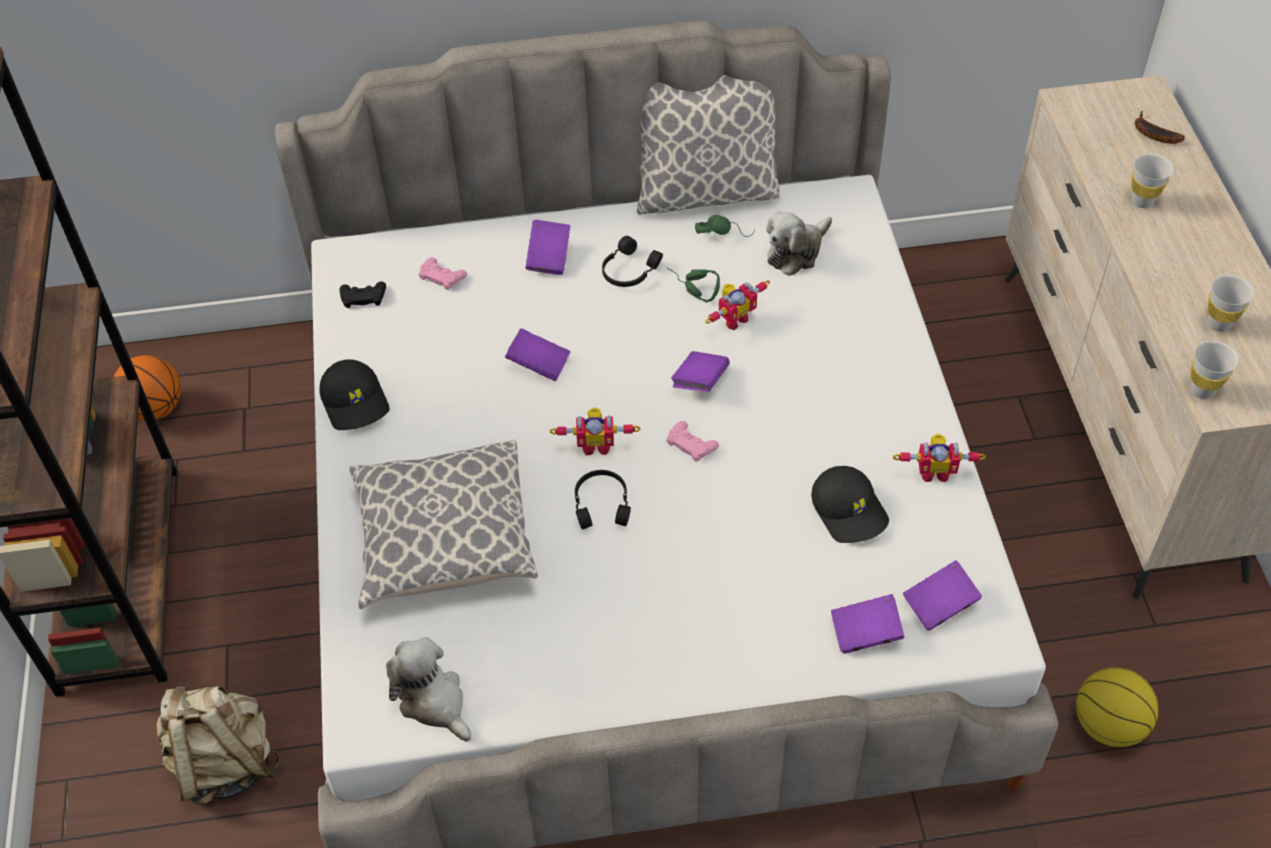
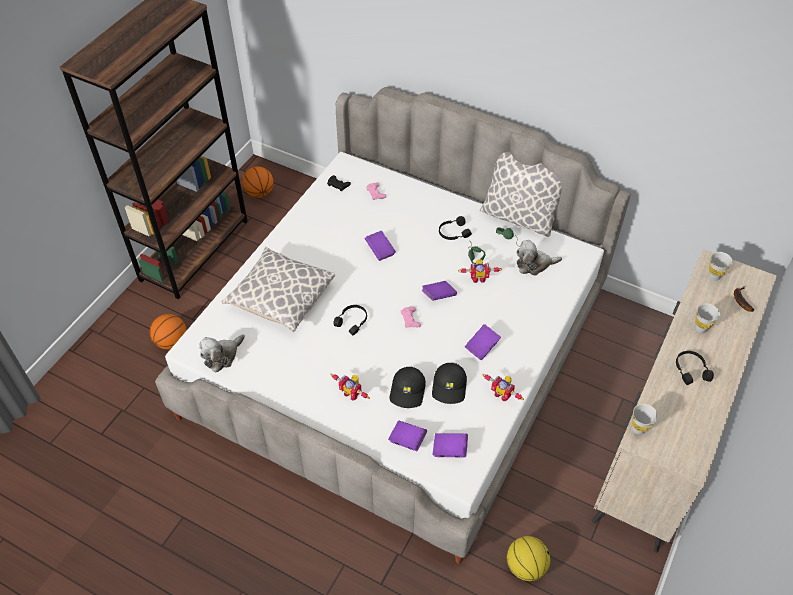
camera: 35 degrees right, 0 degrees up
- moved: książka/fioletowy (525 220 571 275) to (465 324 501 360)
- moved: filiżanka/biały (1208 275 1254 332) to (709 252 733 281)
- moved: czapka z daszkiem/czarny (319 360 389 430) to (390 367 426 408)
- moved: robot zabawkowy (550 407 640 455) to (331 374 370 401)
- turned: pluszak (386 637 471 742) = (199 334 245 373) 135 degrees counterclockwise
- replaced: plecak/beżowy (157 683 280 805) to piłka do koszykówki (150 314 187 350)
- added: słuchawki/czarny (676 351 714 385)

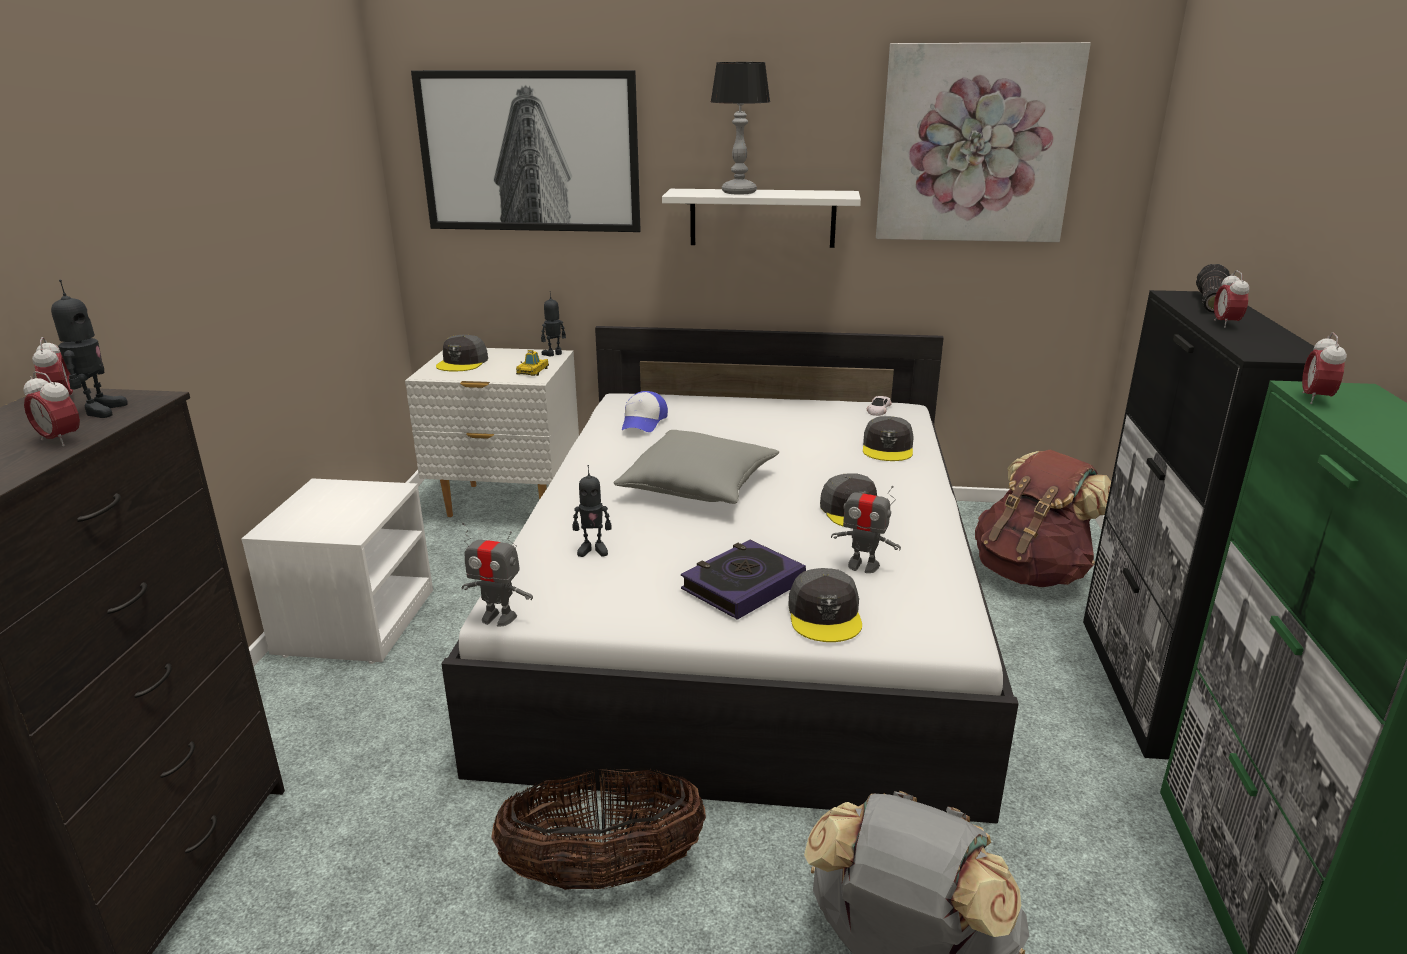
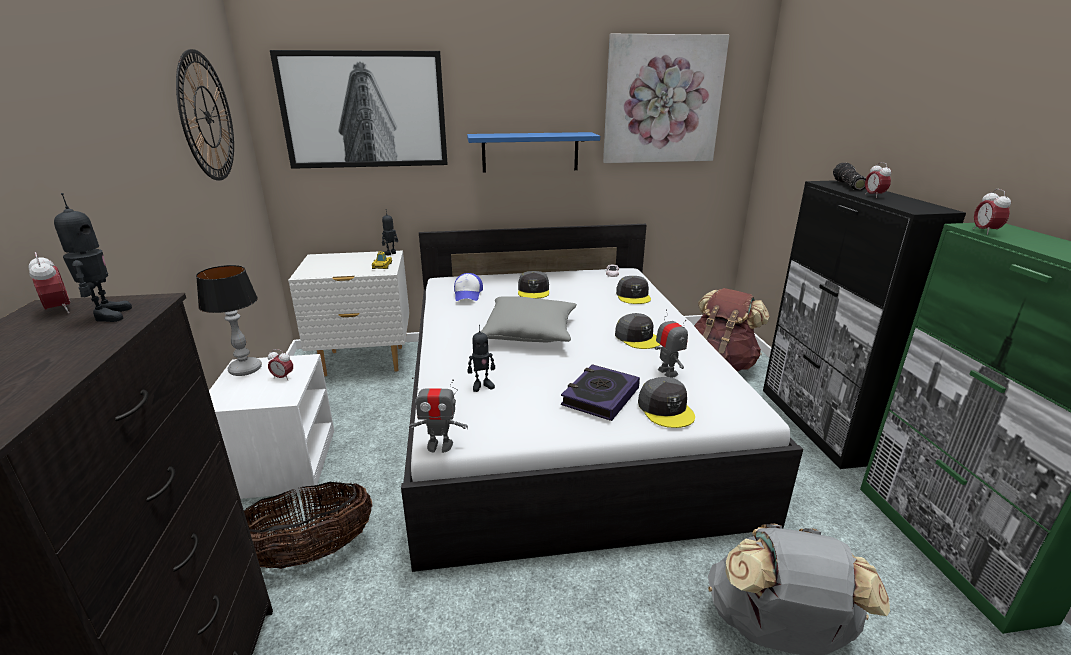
camera: 15 degrees left, 0 degrees up
- moved: lampa stołowa (711 62 770 195) to (196 265 262 376)
- recoloured: półka/biały (662 189 861 248) to półka/niebieski (467 132 600 173)
- moved: czapka z daszkiem/szary (436 335 488 371) to (518 271 549 298)
- moved: budzik (23 371 80 446) to (268 349 293 380)
- turned: robot zabawkowy (831 476 901 573) = (654 309 688 378) 120 degrees counterclockwise
- moved: koszyk (491 768 706 890) to (244 481 373 569)
- added: zegar ścienny (176 49 234 181)

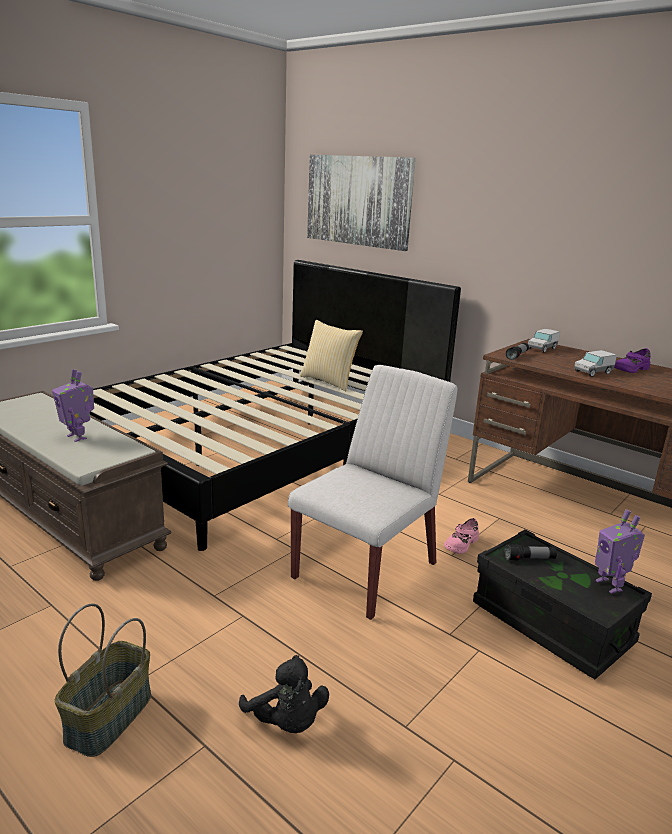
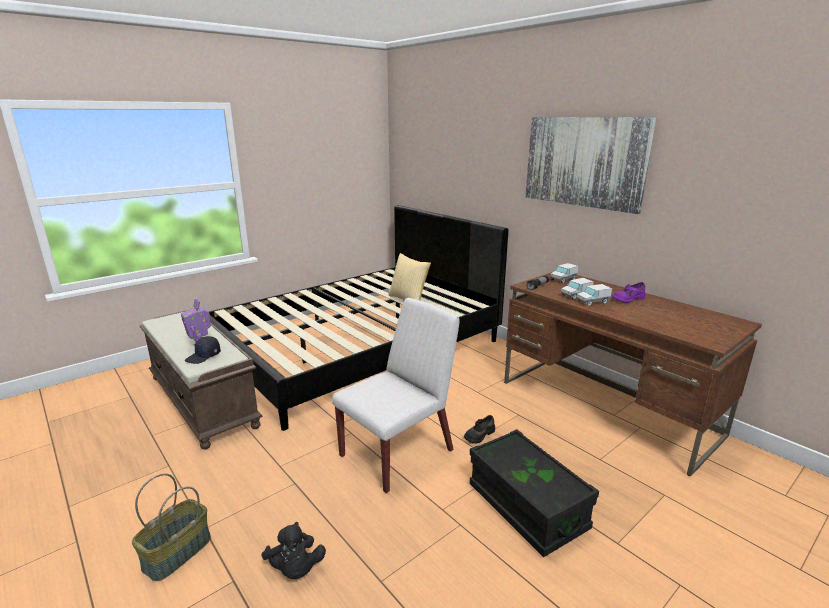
camera: 10 degrees right, 0 degrees up
- moved: obraz (307 155 415 251) to (525 117 656 214)
- removed: robot zabawkowy (595 509 645 594)
- recoloured: but/różowy (444 518 479 554) to but/czarny (464 415 495 443)
- removed: latarka (505 544 557 561)
- added: ciężarówka zabawkowa (561 278 594 300)
- added: czapka z daszkiem/czarny (185 336 221 364)

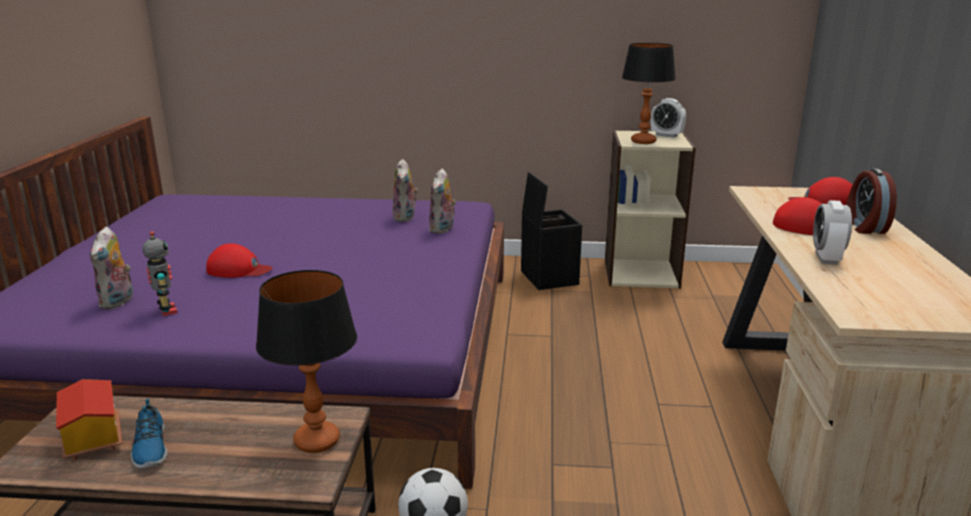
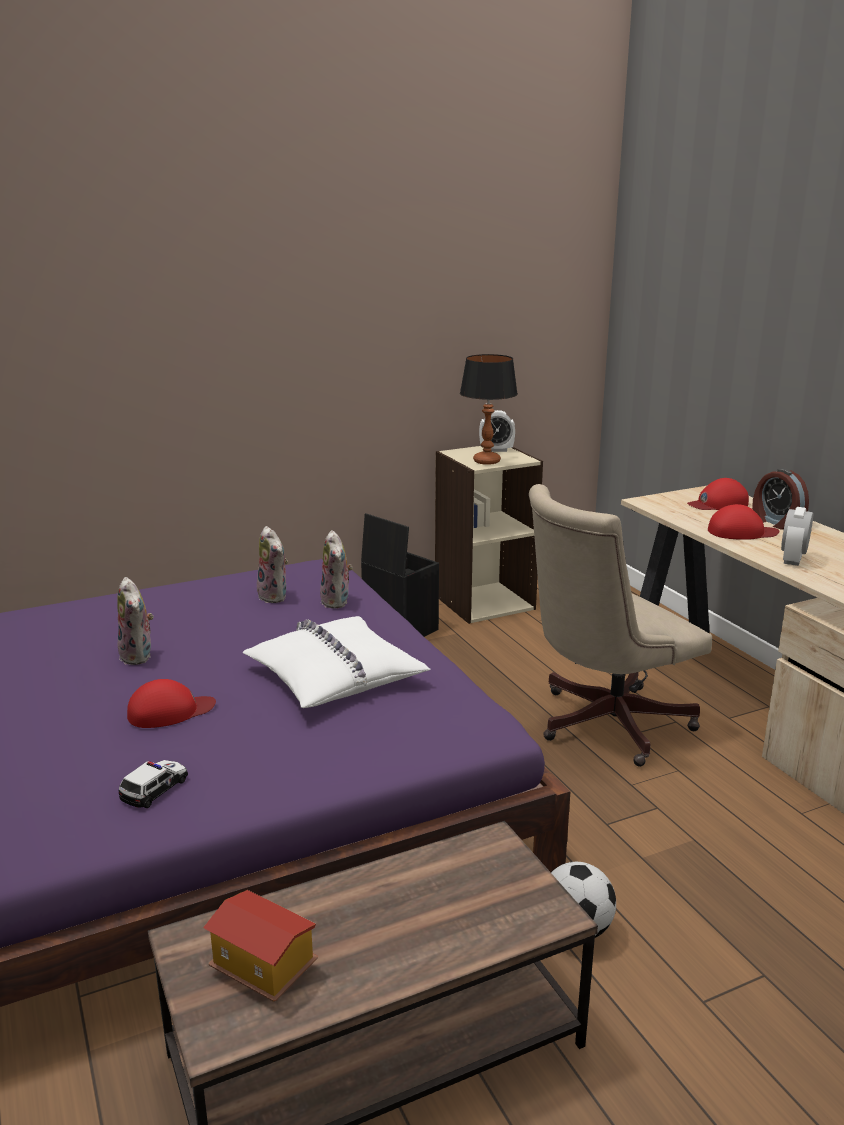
camera: 30 degrees left, 0 degrees up
- turned: budzik (813 200 852 265) = (781 507 813 566) 45 degrees clockwise
- moved: pluszak (90 227 133 309) to (117 577 154 665)
- replaced: robot zabawkowy (142 231 177 316) to samochodzik (119 760 188 808)
- removed: lampa stołowa (256 270 357 453)
- removed: but (131 398 168 469)
- added: krzesło biurowe/beżowy (529 484 712 767)
- added: poduszka/biały (243 616 431 708)

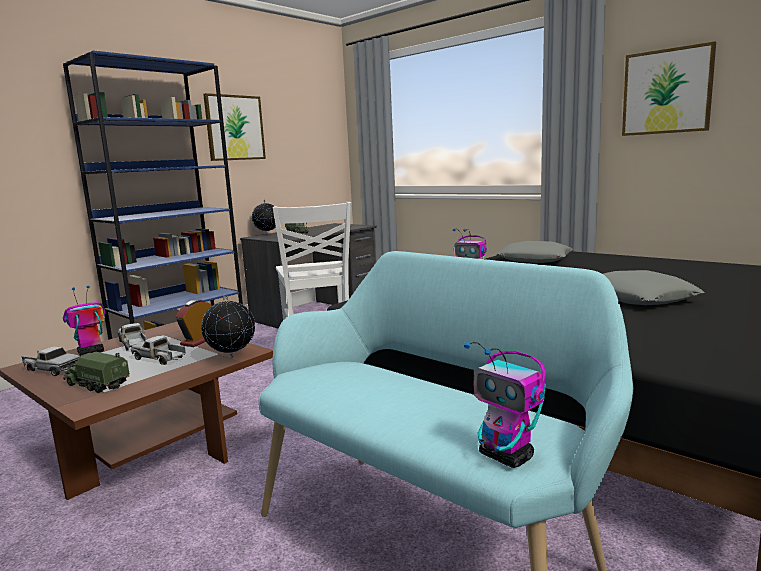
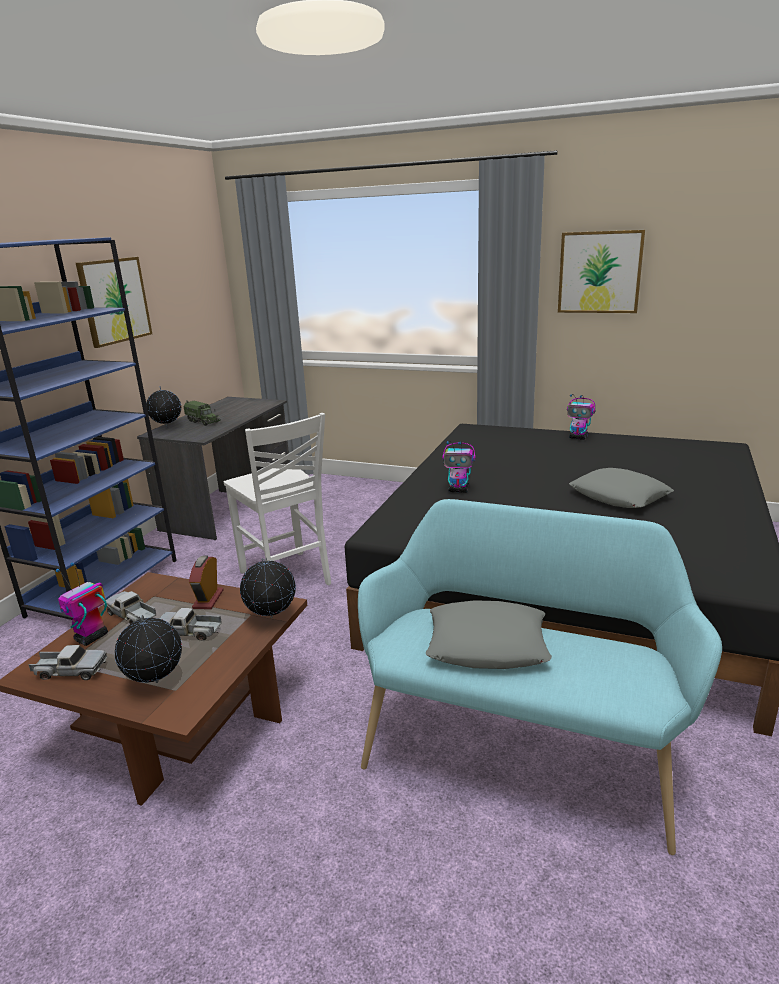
camera: 20 degrees left, 10 degrees up
- moved: poduszka/szary (497 241 573 263) to (426 600 552 669)
- moved: robot zabawkowy (464 342 546 468) to (567 394 595 440)
- replaced: ciężarówka zabawkowa (63 352 129 393) to globus (115 615 182 683)

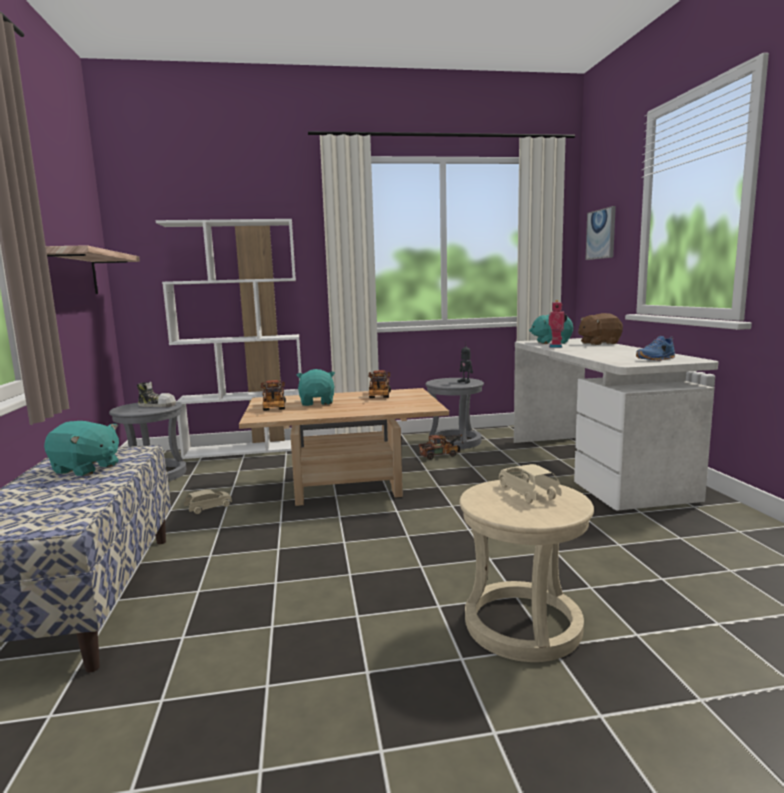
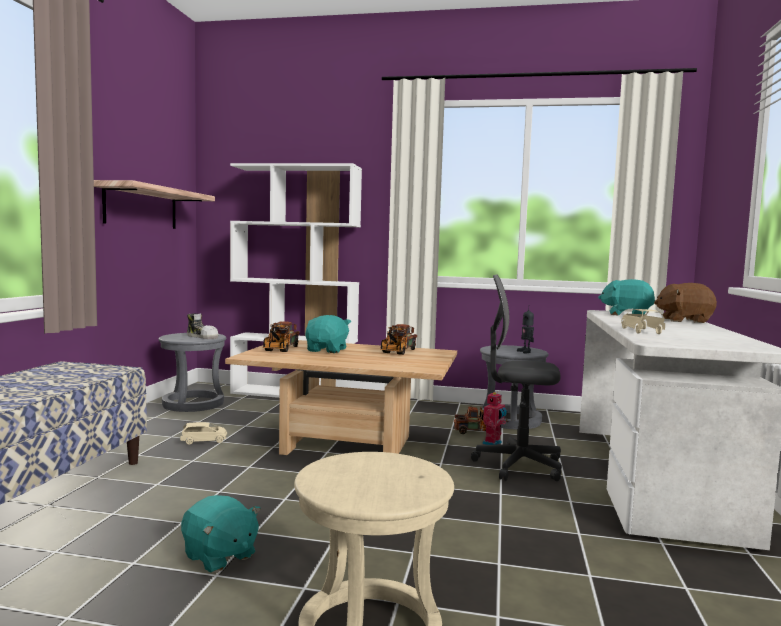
camera: 20 degrees right, 5 degrees down
- removed: obraz (585 206 616 260)
- moved: robot zabawkowy (549 300 567 348) to (482 392 507 445)
- removed: but/niebieski (636 336 675 361)
- moved: pluszak/turkusowy (44 421 119 476) to (181 495 261 573)
- moved: samochodzik/beżowy (499 464 561 503) to (621 309 665 334)
- added: krzesło biurowe/szary (471 274 562 481)

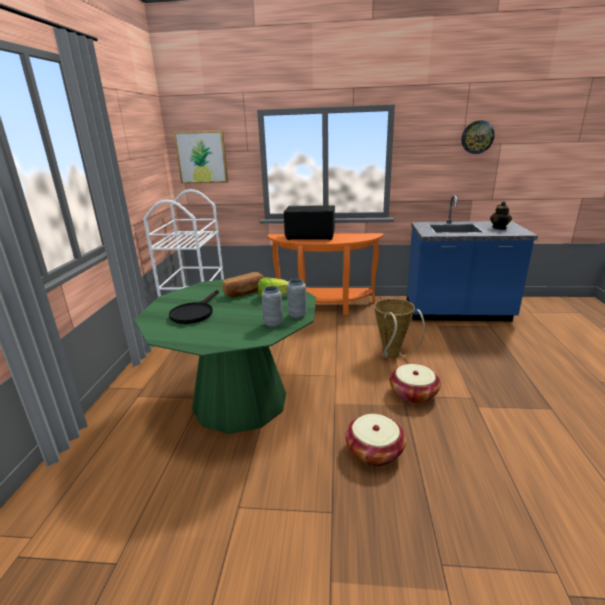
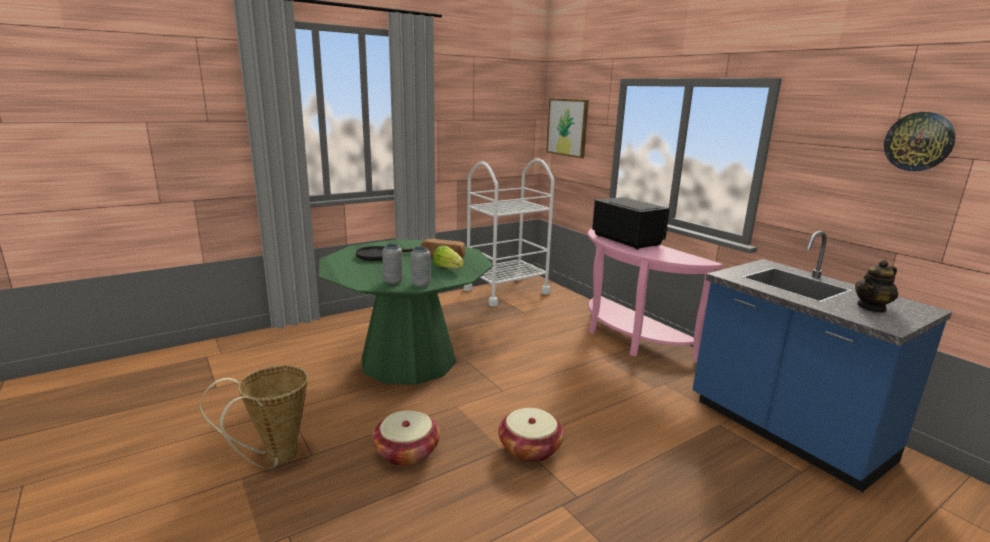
camera: 50 degrees right, 5 degrees down
- recoloured: stolik konsolowy/pomarańczowy (267 233 383 315) to stolik konsolowy/różowy (588 228 723 363)
- moved: koszyk (374 298 425 358) to (199 365 308 469)

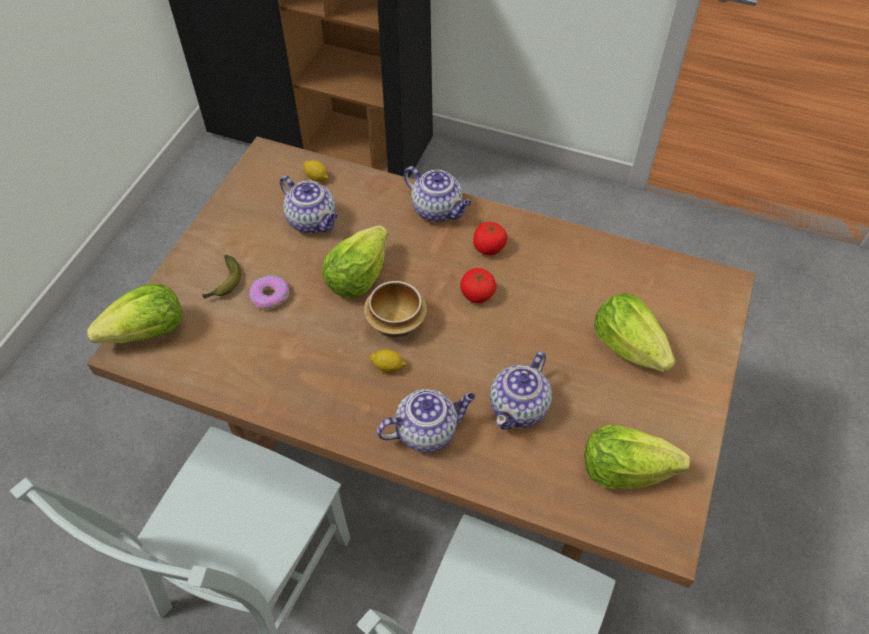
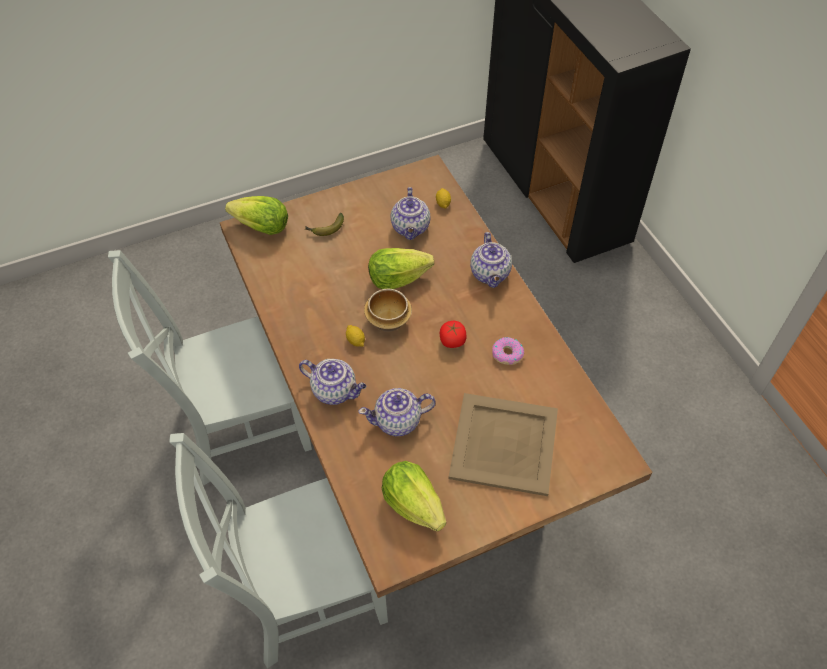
camera: 45 degrees right, 0 degrees up
- removed: pomidor (473 222 507 255)
- moved: donut (249 275 289 310) to (492 337 524 365)
- replaced: sałata (594 293 675 372) to taca/beżowy (448 393 558 496)

